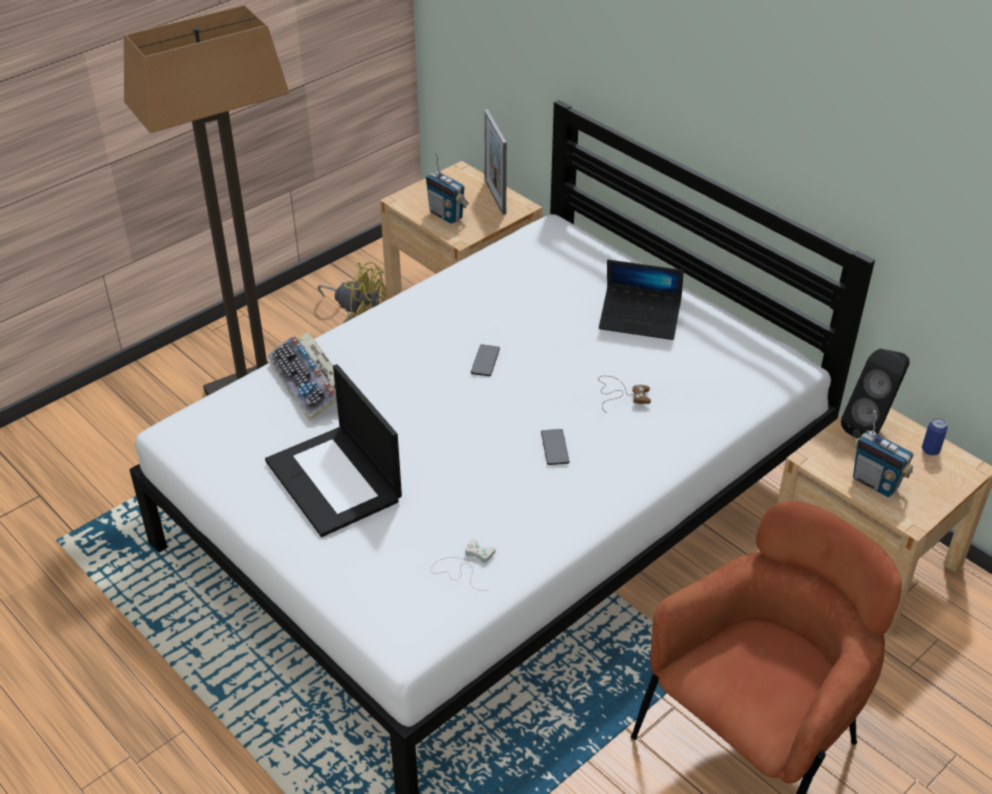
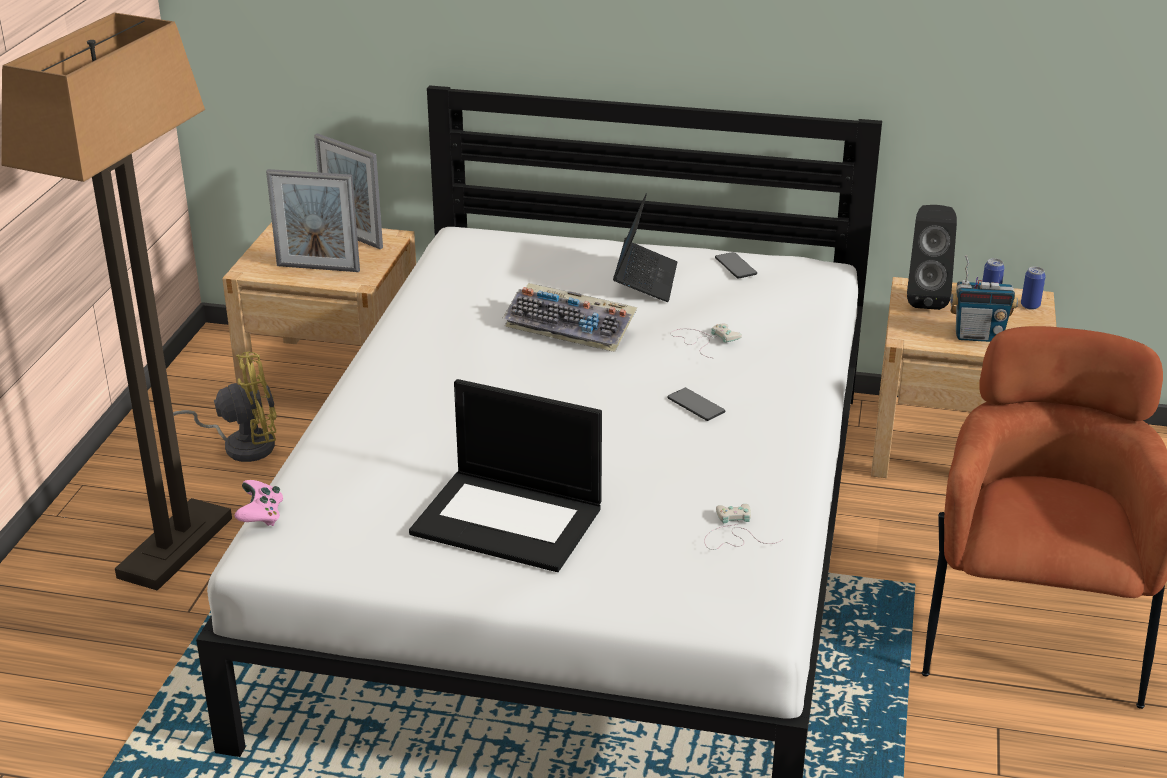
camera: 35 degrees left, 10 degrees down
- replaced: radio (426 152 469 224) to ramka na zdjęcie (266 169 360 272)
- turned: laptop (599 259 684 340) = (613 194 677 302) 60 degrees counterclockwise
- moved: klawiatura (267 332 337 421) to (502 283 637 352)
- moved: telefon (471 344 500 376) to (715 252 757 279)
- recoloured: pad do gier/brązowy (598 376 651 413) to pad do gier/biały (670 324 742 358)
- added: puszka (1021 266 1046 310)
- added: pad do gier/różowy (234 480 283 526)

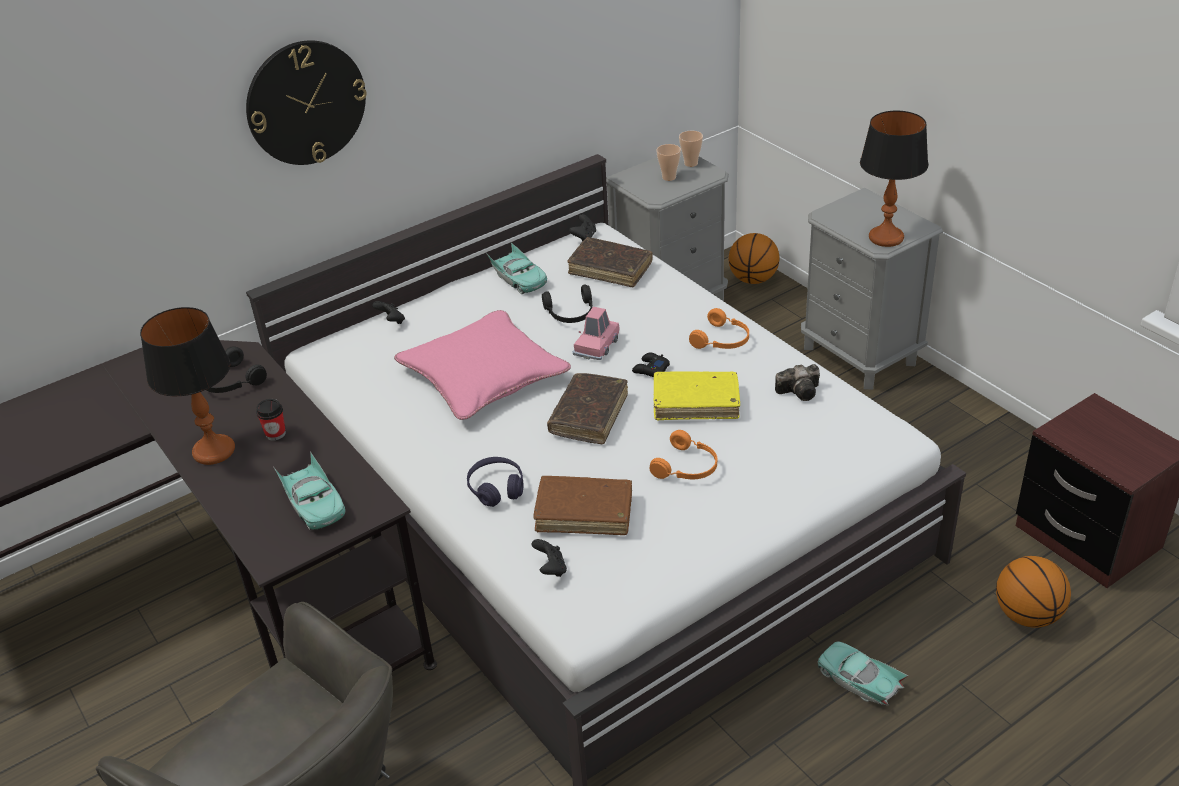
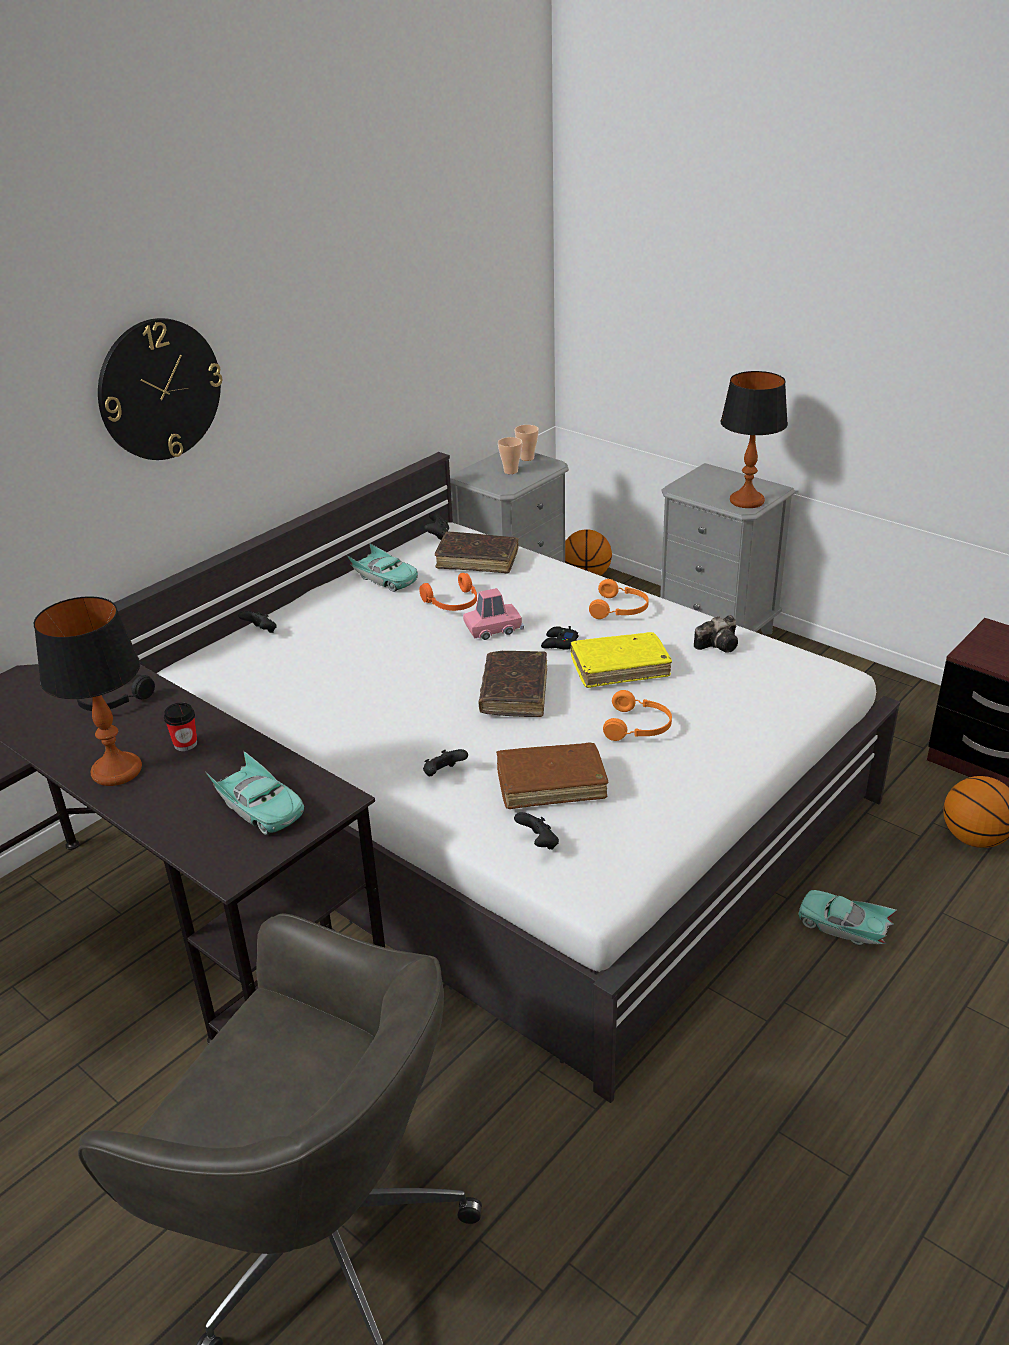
camera: 15 degrees left, 5 degrees down
- recoloured: słuchawki/czarny (542 285 592 323) to słuchawki/pomarańczowy (419 573 477 611)
- turned: samochodzik/różowy (573 307 619 360) = (463 588 524 640) 120 degrees counterclockwise
- removed: poduszka/różowy (394 310 571 420)
- replaced: słuchawki/fioletowy (467 457 523 507) to pad do gier/czarny (423 749 468 776)

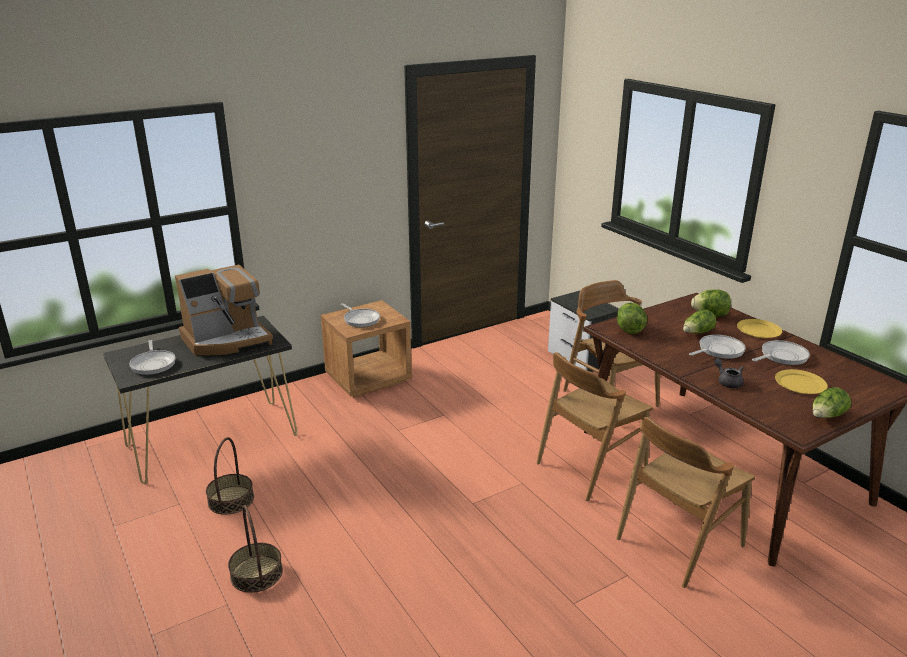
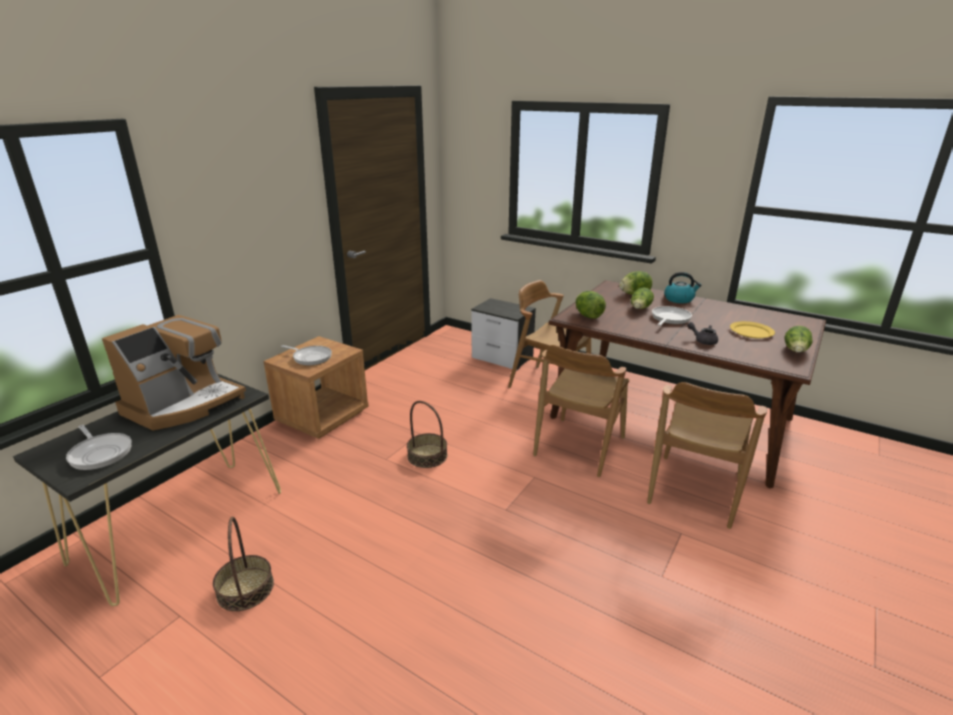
camera: 25 degrees left, 0 degrees up
- replaced: talerz/żółty (737 319 782 338) to czajnik (664 272 702 303)
- removed: patelnia (752 340 810 365)
- moved: koszyk (228 505 283 593) to (407 401 448 468)

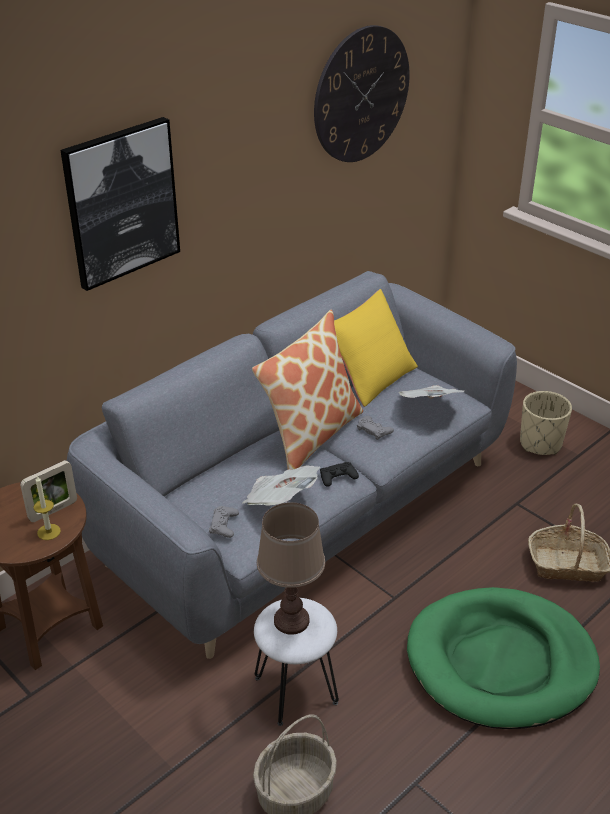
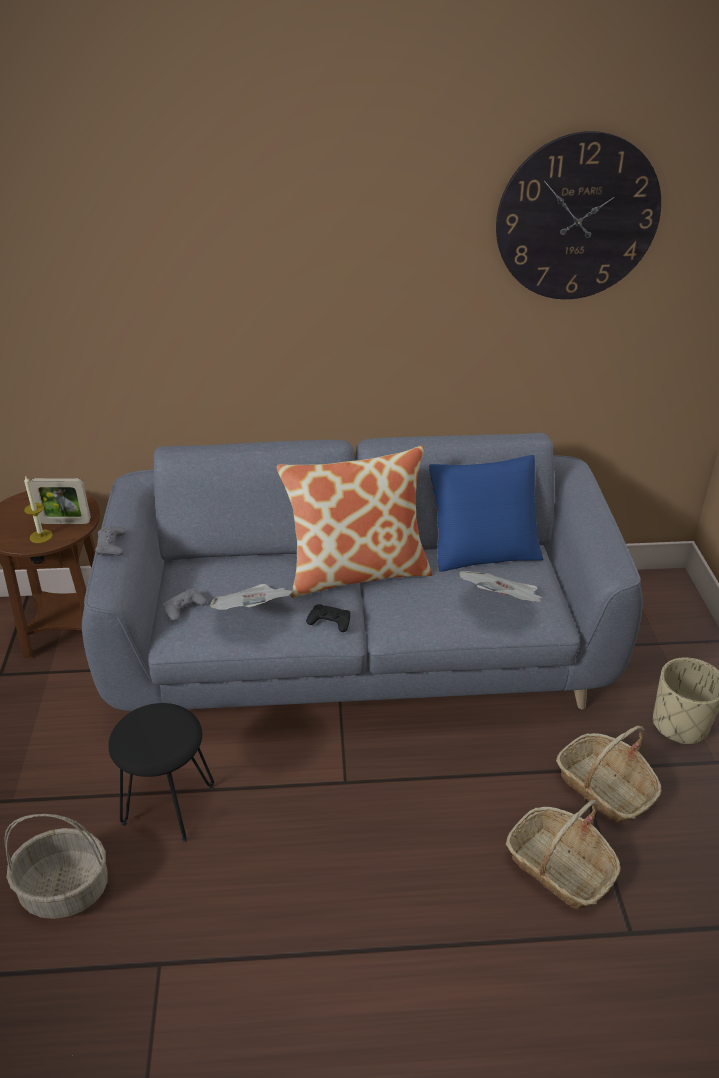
camera: 40 degrees right, 0 degrees up
- removed: obraz (60 117 180 291)
- recoloured: poduszka/żółty (334 289 418 407) to poduszka/niebieski (429 455 543 572)
- moved: pad do gier/szary (357 416 394 440) to (95 526 126 556)
- removed: lampa stołowa/brązowy (257 502 325 635)
- removed: legowisko/zielony (407 587 600 729)
- recoloured: stołek/biały (254 598 339 726) to stołek/czarny (108 703 214 842)
- added: koszyk (556 726 662 824)

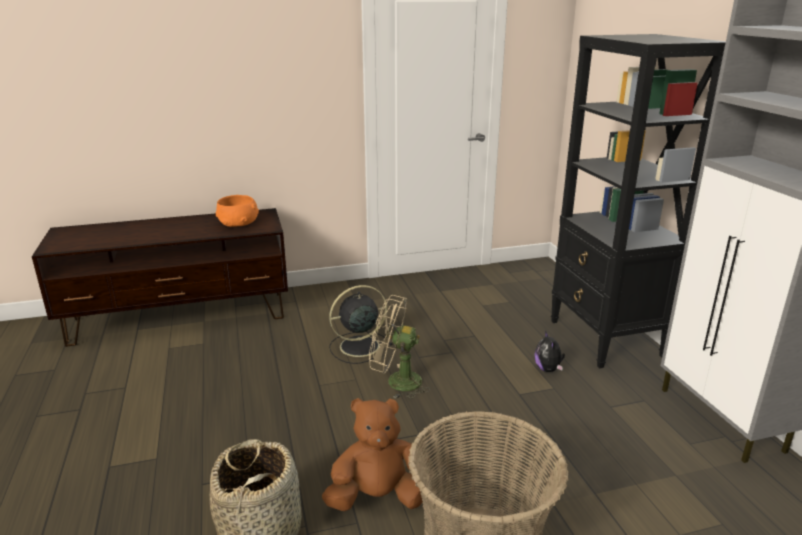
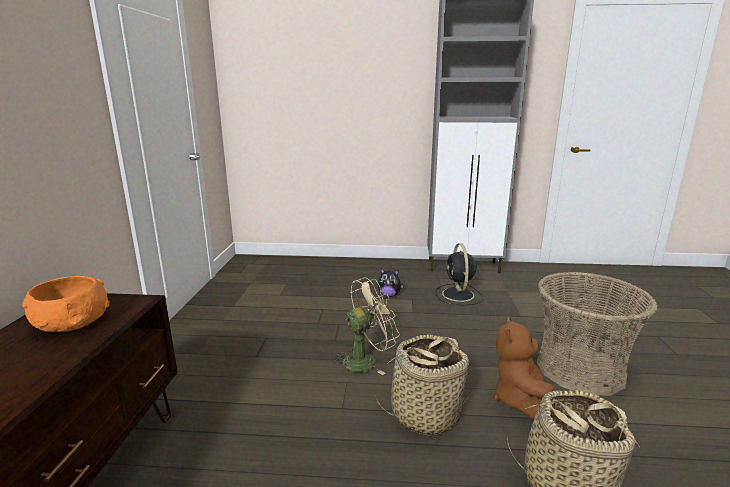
camera: 70 degrees left, 5 degrees down
- removed: regał/czarny (551 34 726 368)
- moved: wentylator/czarny (329 285 392 364) to (435 243 483 305)
- turned: wentylator/beżowy (369 295 430 399) = (332 277 400 375) 150 degrees counterclockwise
- added: koszyk (375 334 470 436)

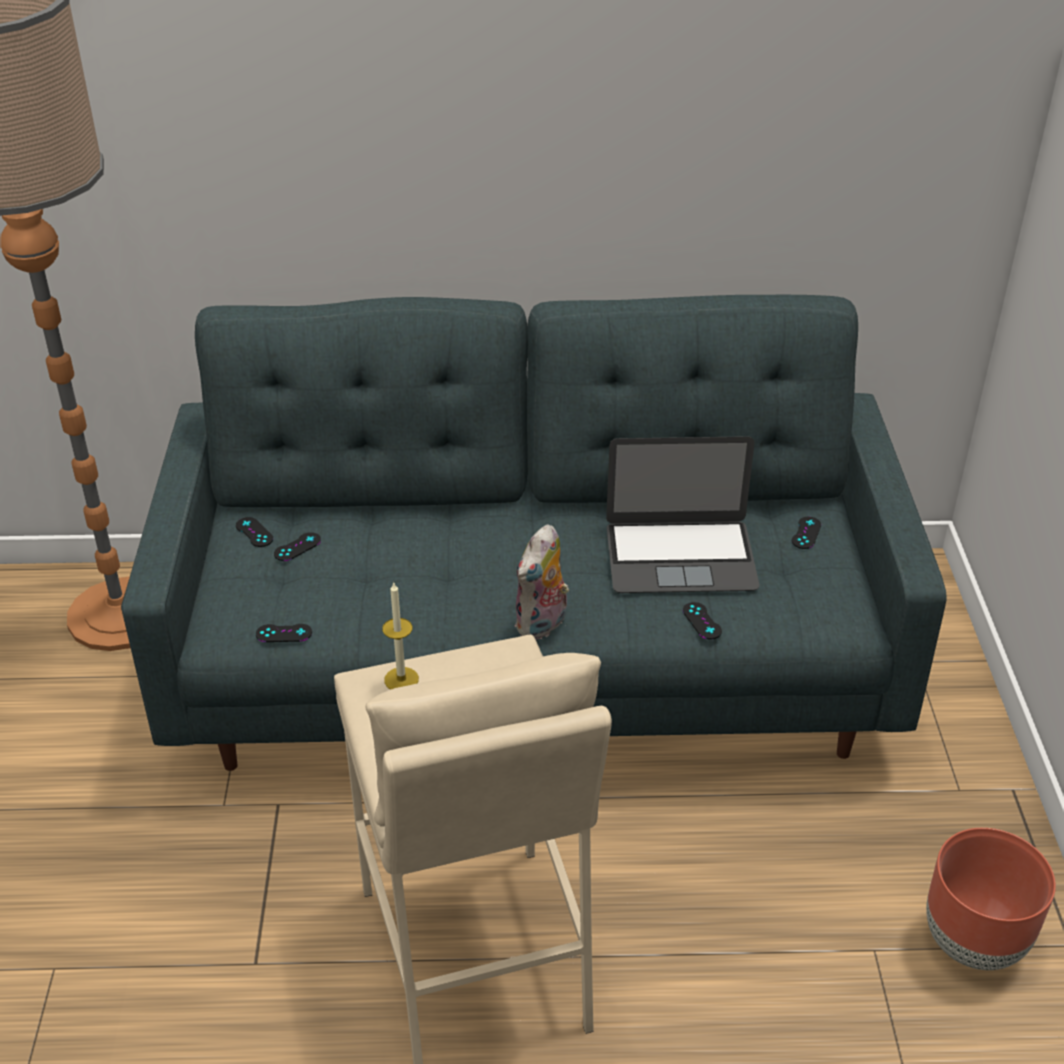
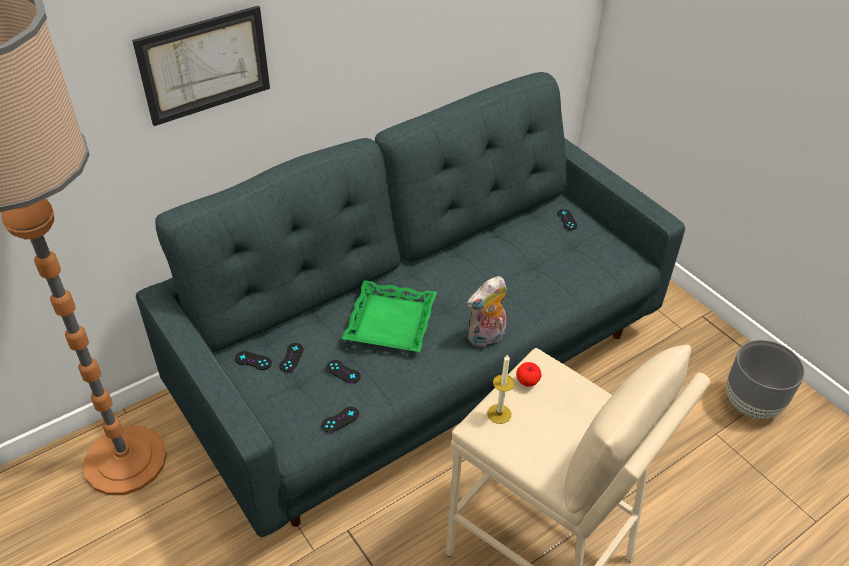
camera: 35 degrees left, 5 degrees up
- removed: laptop (606 436 759 593)
- turned: pluszak (515 524 569 639) = (467 276 507 347) 60 degrees clockwise
- moved: pad do gier/czarny (683 602 722 639) to (326 360 361 384)
- recoloured: donica/brązowy (926 828 1056 970) to donica/szary (726 340 805 419)
- added: obraz (132 6 270 126)
- added: taca/zielony (342 280 437 352)
- added: jabłko (516 362 542 387)

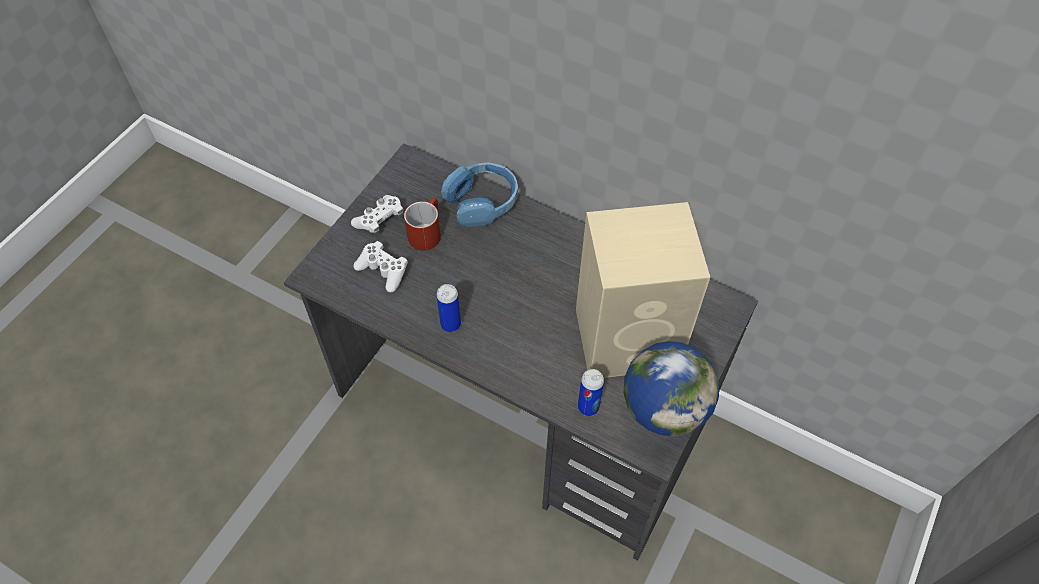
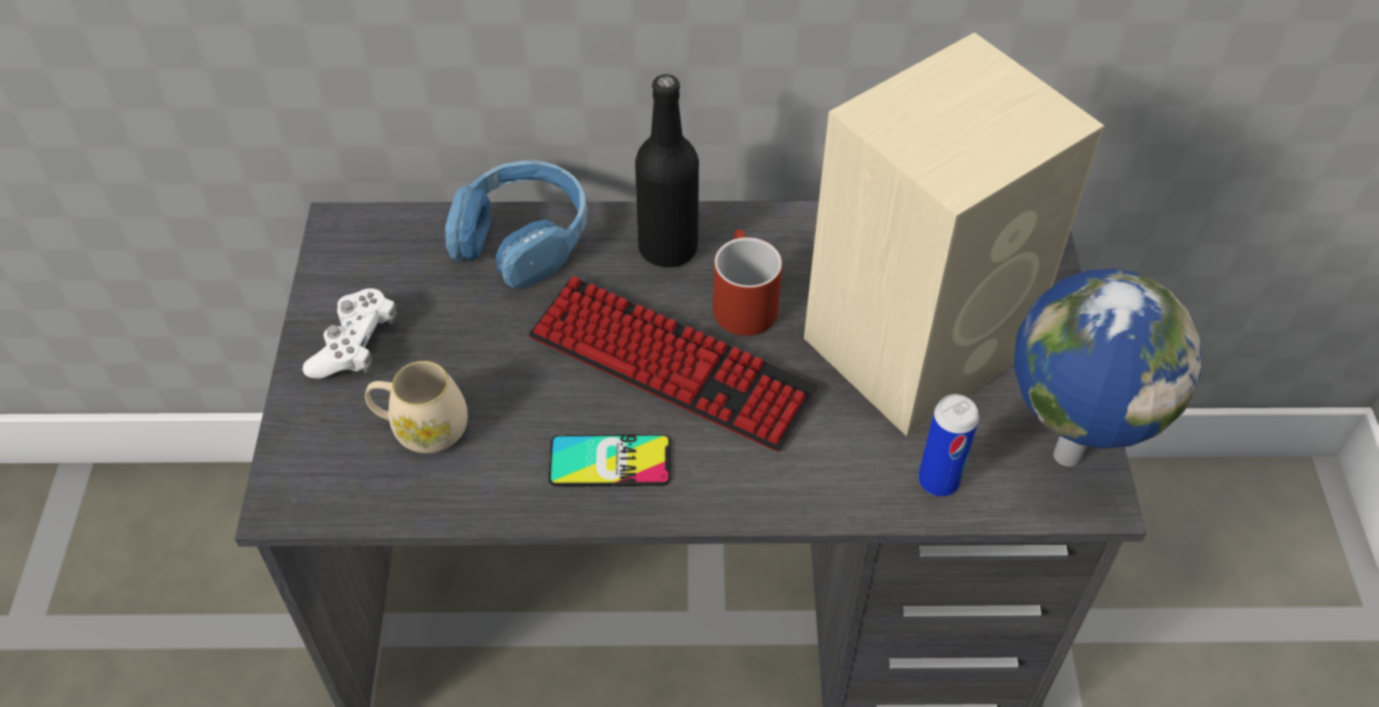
camera: 30 degrees left, 5 degrees down
- moved: kubek/czerwony (404 198 441 251) to (713 229 782 336)
- replaced: pad do gier/biały (353 241 408 292) to kubek/beżowy (365 361 468 453)
- replaced: puszka (436 284 461 332) to telefon (548 434 670 486)
- added: butelka/czarny (635 74 699 267)
- added: klawiatura (529 276 818 452)

